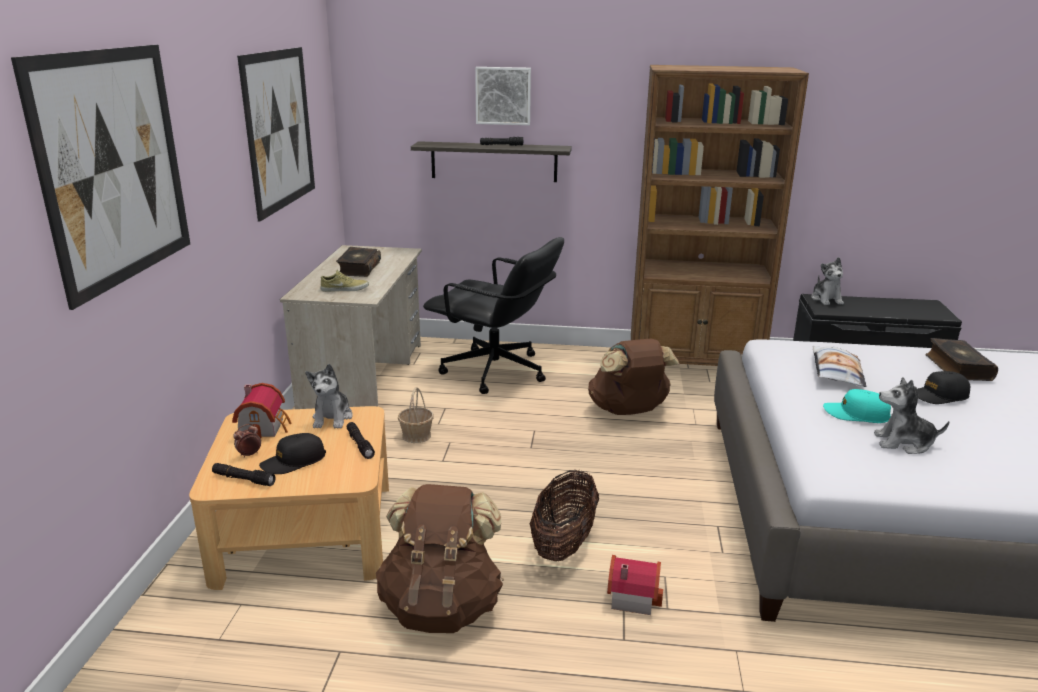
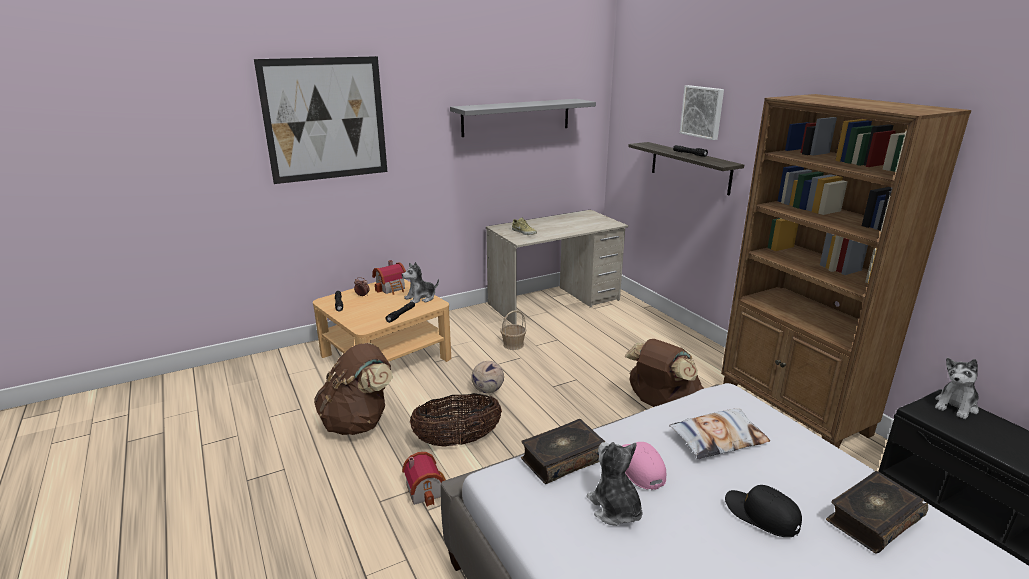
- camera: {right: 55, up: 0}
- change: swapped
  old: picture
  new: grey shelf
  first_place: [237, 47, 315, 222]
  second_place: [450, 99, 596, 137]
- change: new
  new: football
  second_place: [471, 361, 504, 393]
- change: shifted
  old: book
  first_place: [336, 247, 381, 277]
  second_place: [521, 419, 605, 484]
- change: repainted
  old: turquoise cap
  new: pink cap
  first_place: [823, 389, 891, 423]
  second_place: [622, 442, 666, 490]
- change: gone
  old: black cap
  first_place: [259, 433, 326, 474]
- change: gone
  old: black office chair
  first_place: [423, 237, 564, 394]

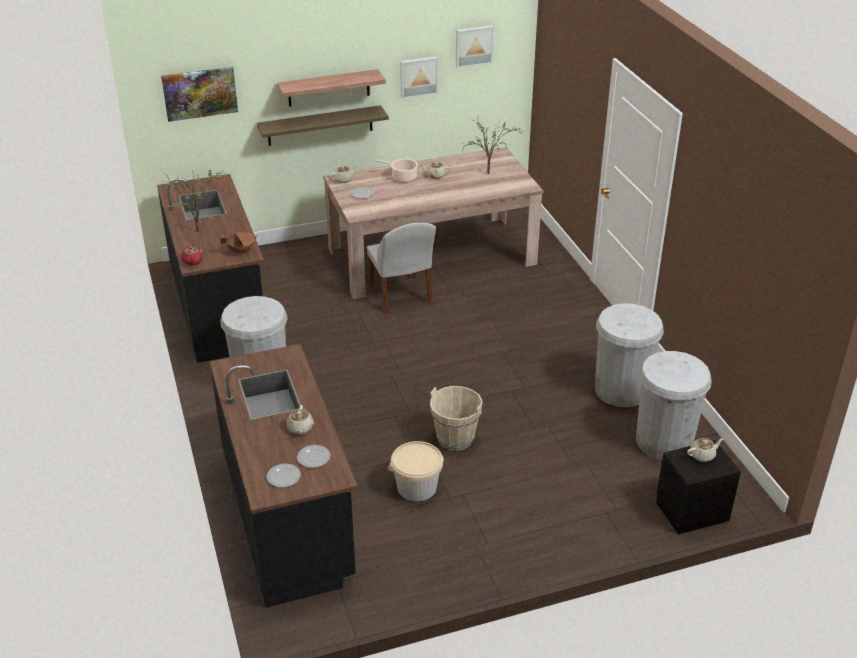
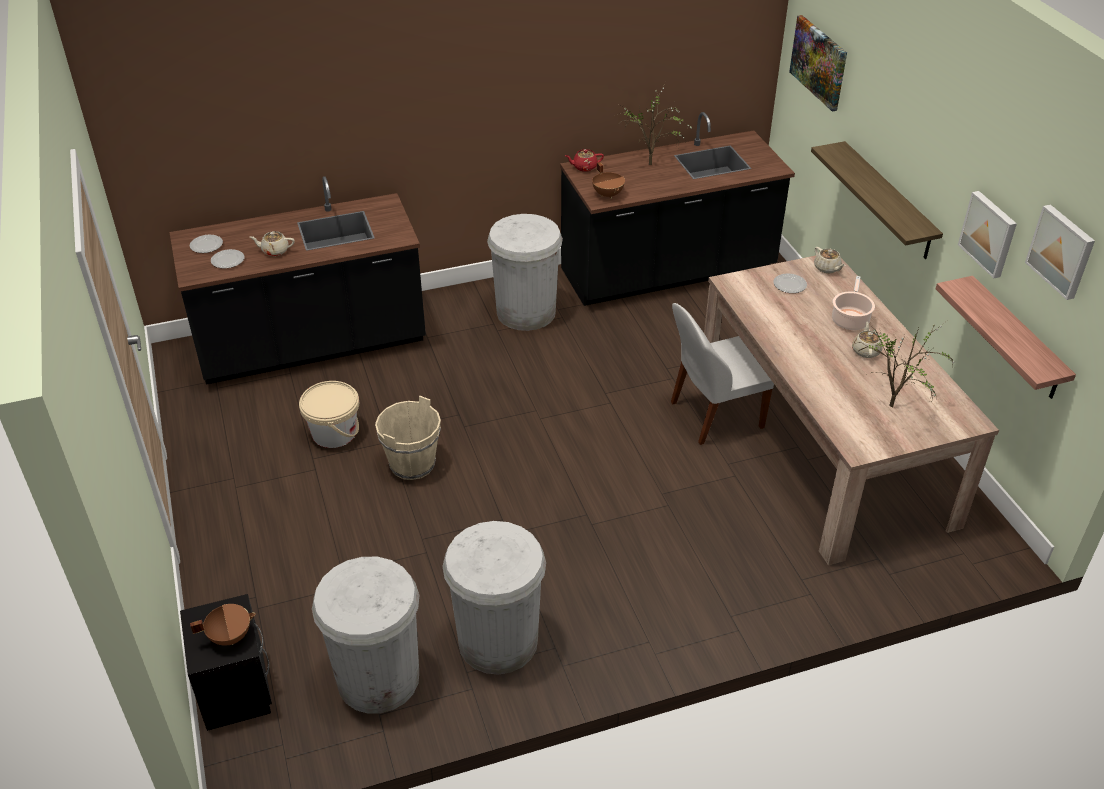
- camera: {right: 90, up: 5}
- change: swapped
  old: beige teapot
  new: brown cooking pot
  first_place: [687, 438, 723, 462]
  second_place: [190, 604, 256, 646]
- change: shifted
  old: shelf
  first_place: [277, 69, 386, 107]
  second_place: [936, 276, 1076, 399]

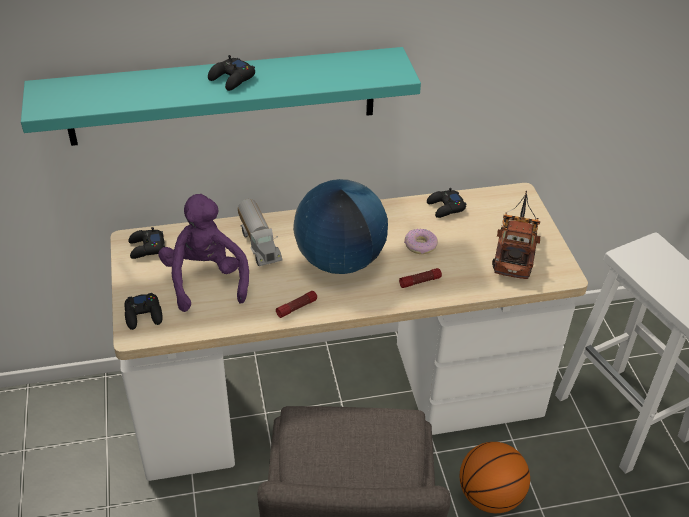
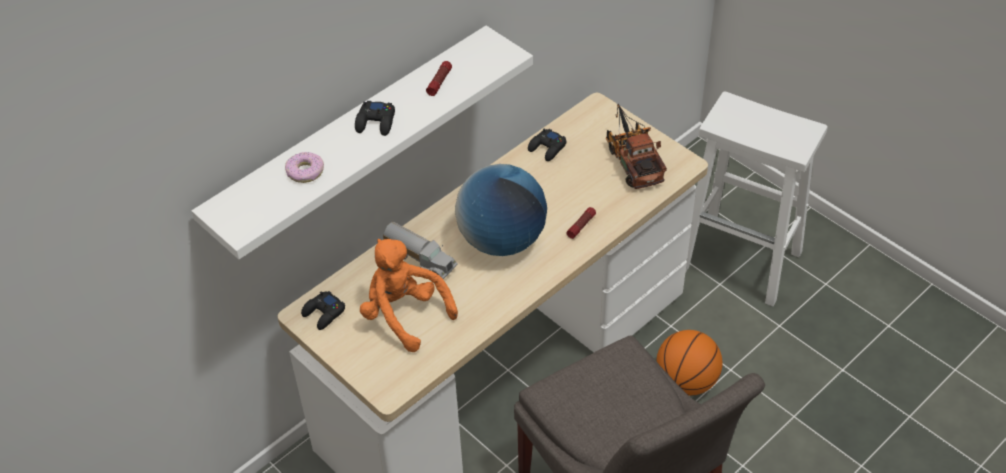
- camera: {right: -30, up: 5}
- change: repainted
  old: turquoise shelf
  new: white shelf
  first_place: [21, 47, 421, 146]
  second_place: [192, 26, 533, 259]
- change: shifted
  old: donut
  first_place: [404, 229, 438, 254]
  second_place: [285, 152, 324, 183]
- change: repainted
  old: purple plush toy
  new: orange plush toy
  first_place: [158, 194, 249, 312]
  second_place: [360, 239, 458, 352]
- change: shifted
  old: flashlight
  first_place: [276, 291, 317, 318]
  second_place: [426, 61, 452, 96]
- change: gone
  old: black game controller
  first_place: [124, 293, 162, 330]

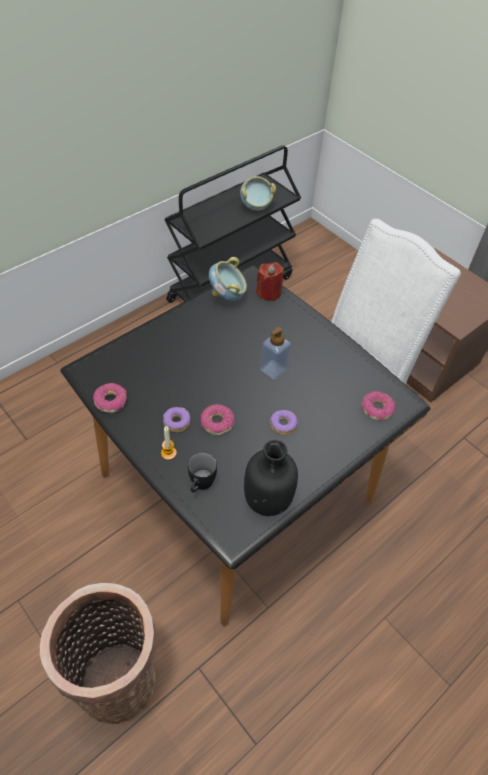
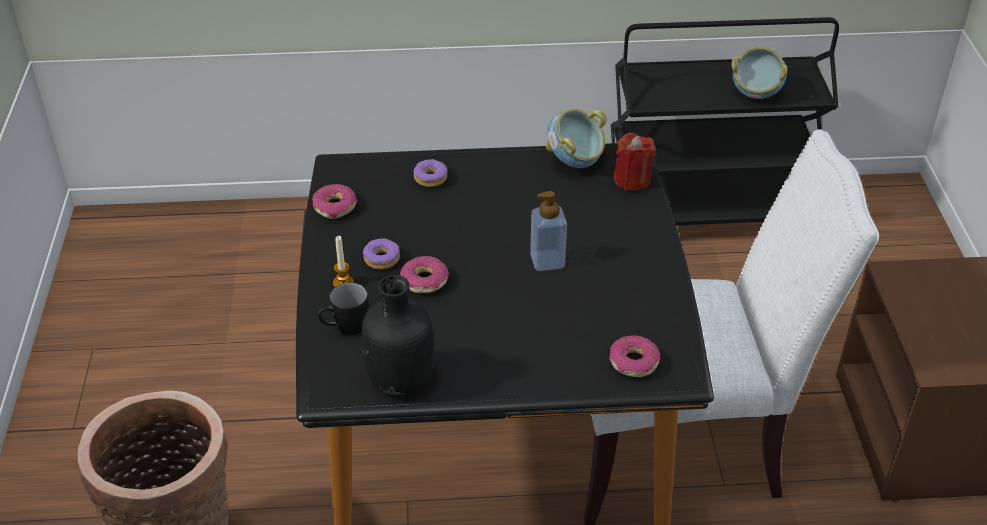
- camera: {right: 40, up: -10}
- change: shifted
  old: donut
  first_place: [270, 410, 298, 435]
  second_place: [413, 159, 447, 187]

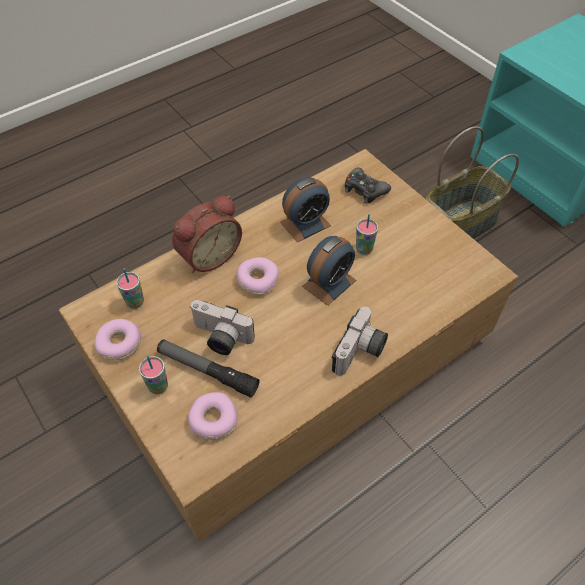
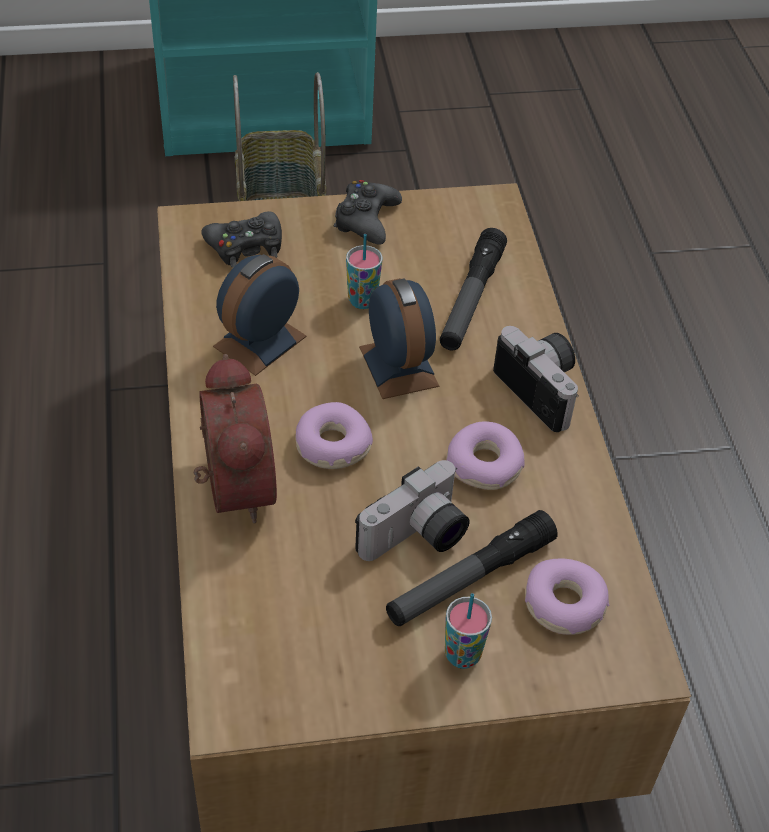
- camera: {right: -65, up: -5}
- change: rotated
  old: alarm clock
  first_place: [280, 177, 331, 242]
  second_place: [213, 254, 307, 376]
  degrees: -135
- change: new
  new: black game controller
  second_place: [334, 180, 402, 245]
- change: new
  new: flashlight
  second_place: [440, 228, 507, 350]
- change: shifted
  old: donut
  first_place: [95, 319, 141, 360]
  second_place: [446, 421, 524, 490]
- change: gone
  old: cup
  first_place: [116, 269, 144, 309]

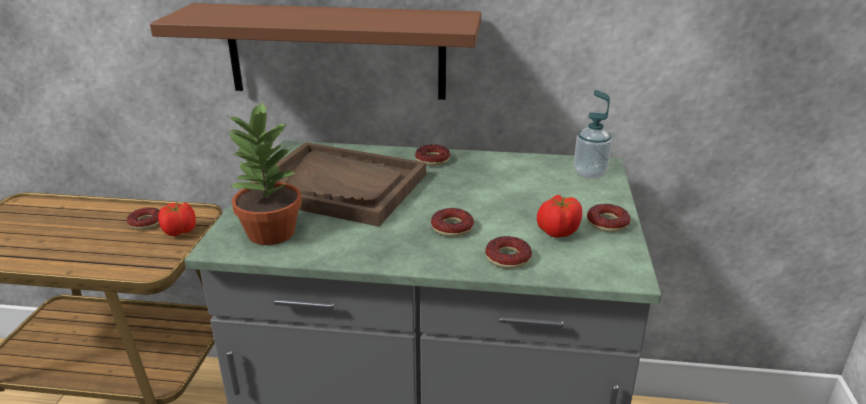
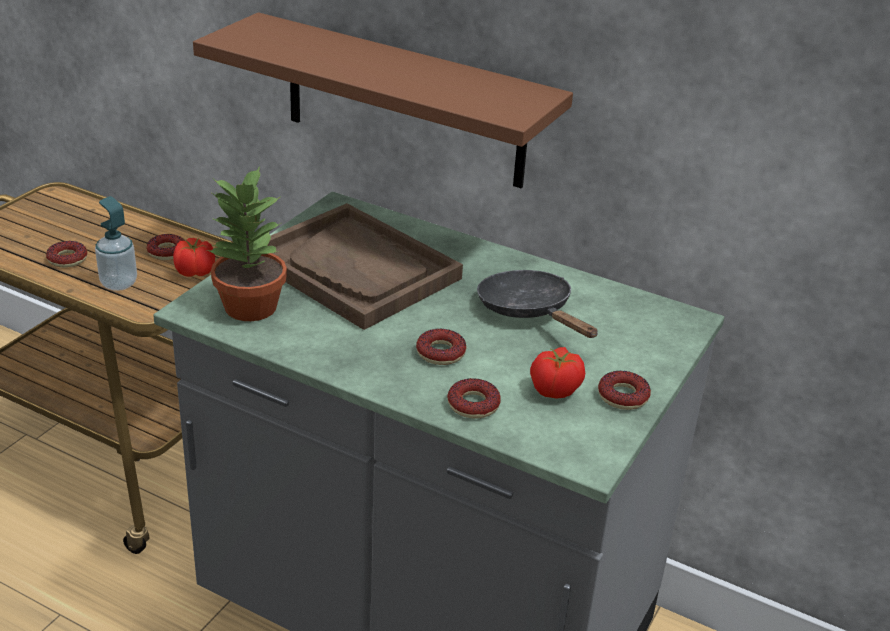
- camera: {right: 20, up: 5}
- change: shifted
  old: donut
  first_place: [415, 144, 450, 166]
  second_place: [46, 241, 87, 268]
- change: shifted
  old: soap dispenser
  first_place: [574, 90, 612, 179]
  second_place: [95, 196, 137, 291]
- change: new
  new: black frying pan
  second_place: [477, 270, 598, 338]

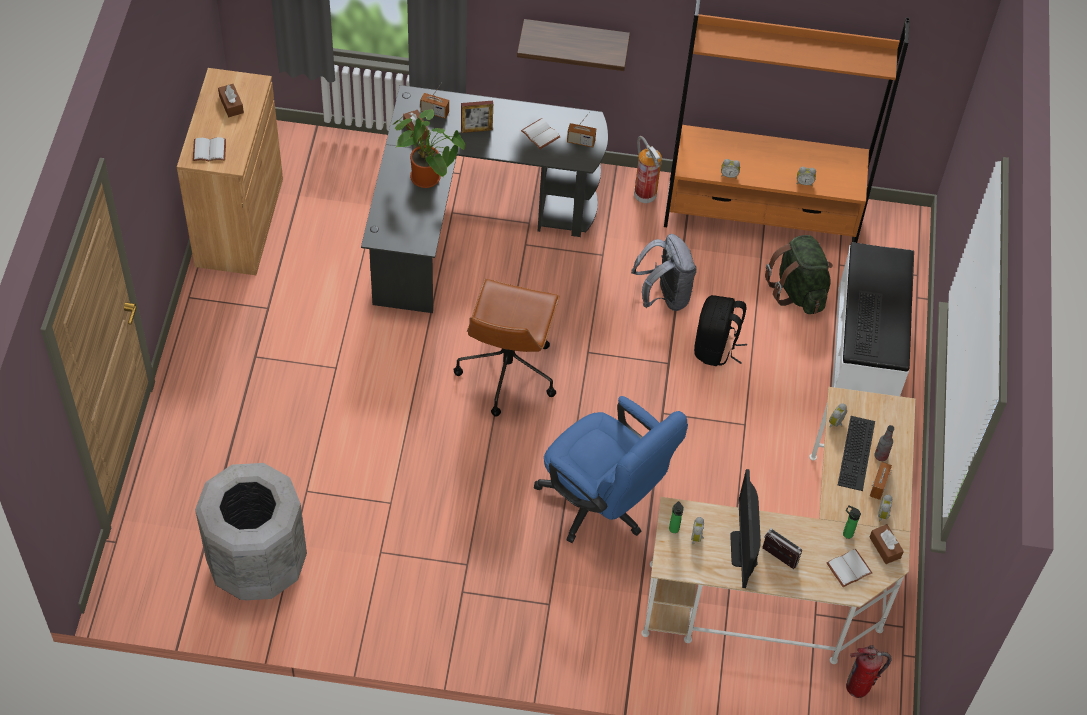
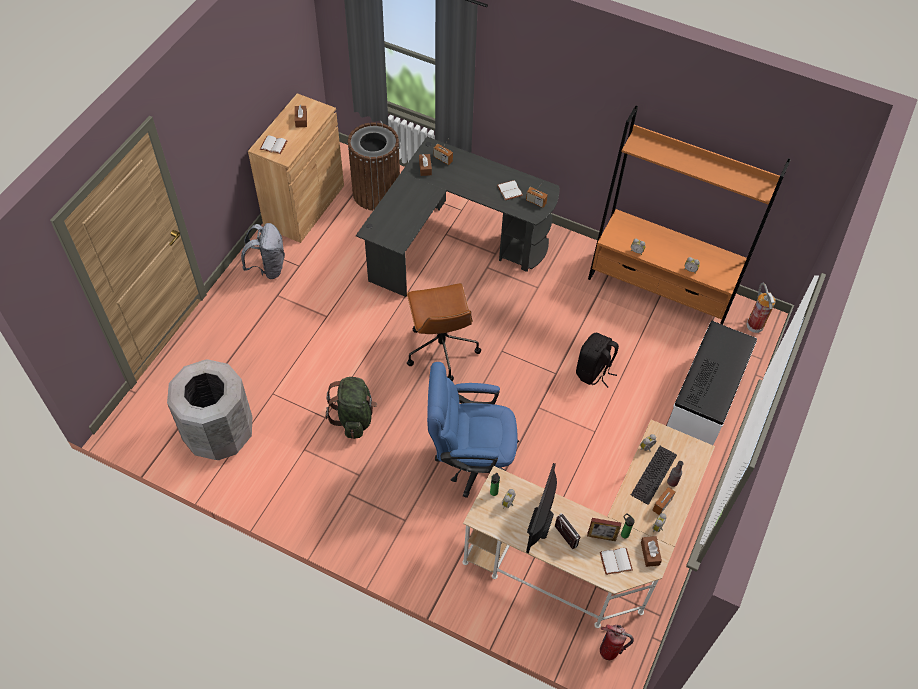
- camera: {right: 20, up: 0}
- change: shifted
  old: grey backpack
  first_place: [631, 234, 697, 311]
  second_place: [241, 223, 285, 279]
- change: shifted
  old: green backpack
  first_place: [765, 235, 833, 314]
  second_place: [326, 377, 377, 439]
- change: new
  new: brown trash can
  second_place: [348, 122, 400, 211]
- change: rotated
  old: brown office chair
  first_place: [453, 279, 560, 417]
  second_place: [407, 283, 481, 381]
  degrees: -45
- change: rotated
  old: blue office chair
  first_place: [534, 396, 688, 543]
  second_place: [427, 362, 519, 498]
  degrees: 120
- change: shifted
  old: picture frame
  first_place: [461, 101, 493, 133]
  second_place: [587, 518, 621, 541]
- change: shifted
  old: fire extinguisher
  first_place: [634, 136, 662, 203]
  second_place: [746, 283, 776, 333]
- change: gone
  old: potted plant
  first_place: [393, 109, 465, 188]
- change: gone
  old: shelf
  first_place: [517, 19, 630, 71]

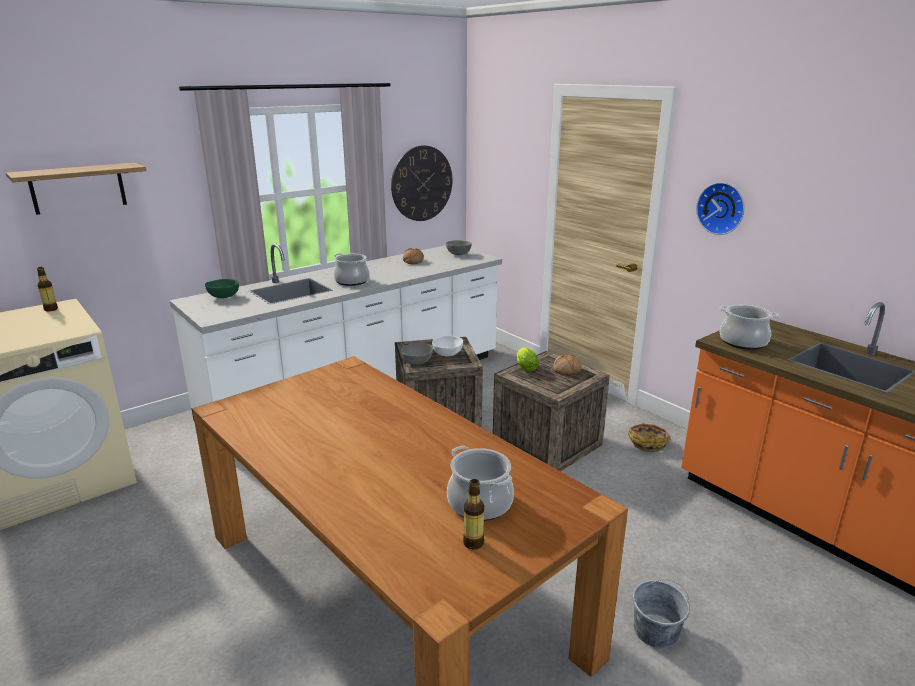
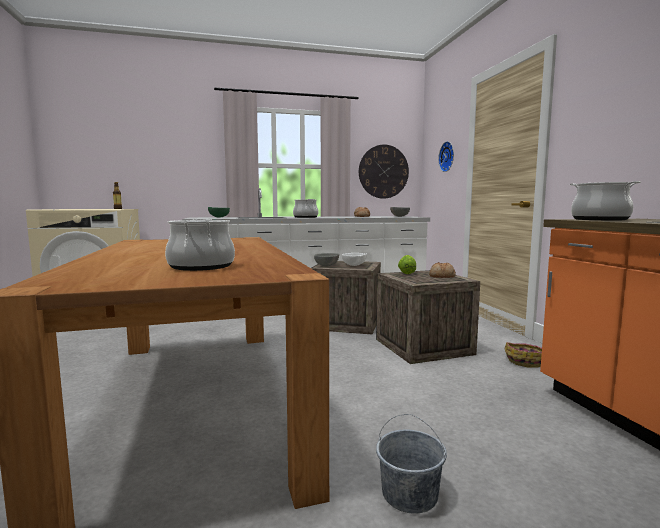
- camera: {right: 25, up: -15}
- change: shifted
  old: wall clock
  first_place: [696, 182, 745, 235]
  second_place: [438, 141, 454, 172]
- change: gone
  old: shelf
  first_place: [6, 162, 147, 215]
- change: gone
  old: bottle
  first_place: [463, 479, 484, 550]

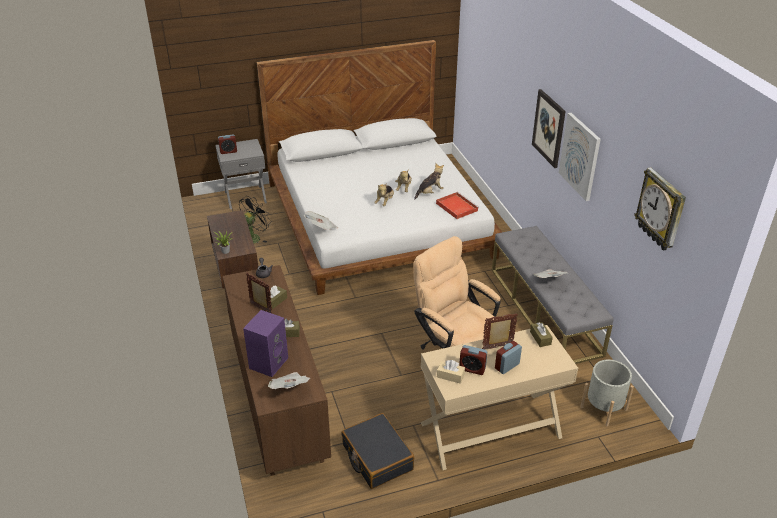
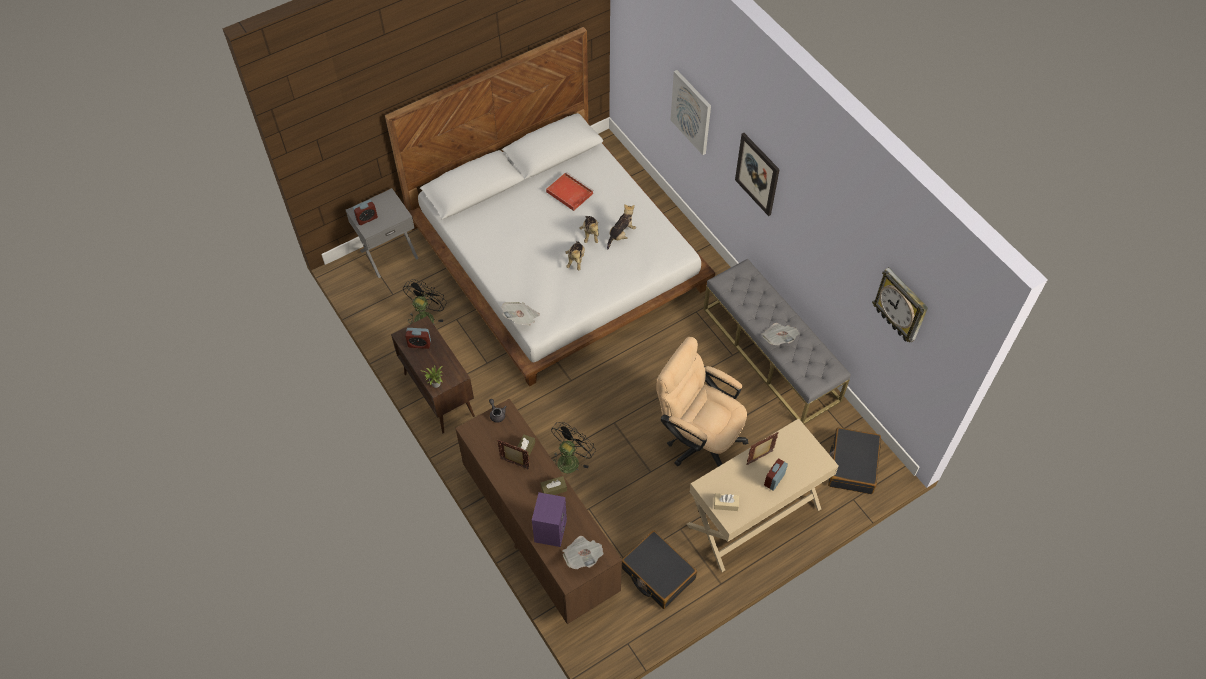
- camera: {right: -15, up: 20}
- change: shifted
  old: alarm clock
  first_place: [459, 345, 487, 375]
  second_place: [405, 328, 431, 349]
- change: shifted
  old: red tray
  first_place: [436, 192, 479, 219]
  second_place: [546, 172, 594, 211]
- change: new
  new: black fan
  second_place: [551, 422, 596, 473]
- change: shifted
  old: picture
  first_place: [559, 113, 601, 201]
  second_place: [671, 70, 711, 155]
- change: swapped
  old: grey planter
  new: black suitcase
  first_place: [580, 360, 634, 426]
  second_place: [828, 428, 881, 494]
- change: gone
  old: brown tissue box
  first_place: [530, 322, 553, 347]

